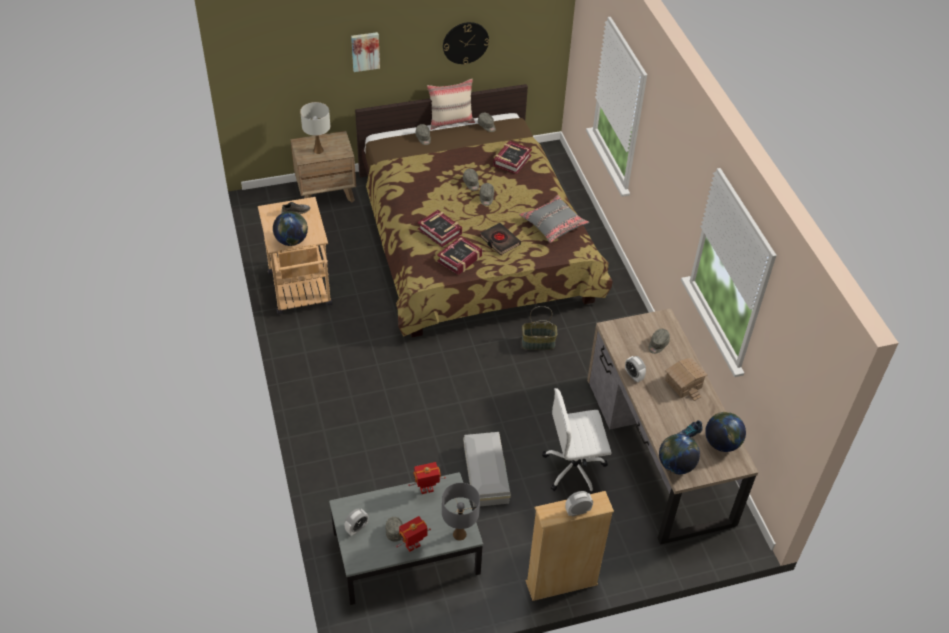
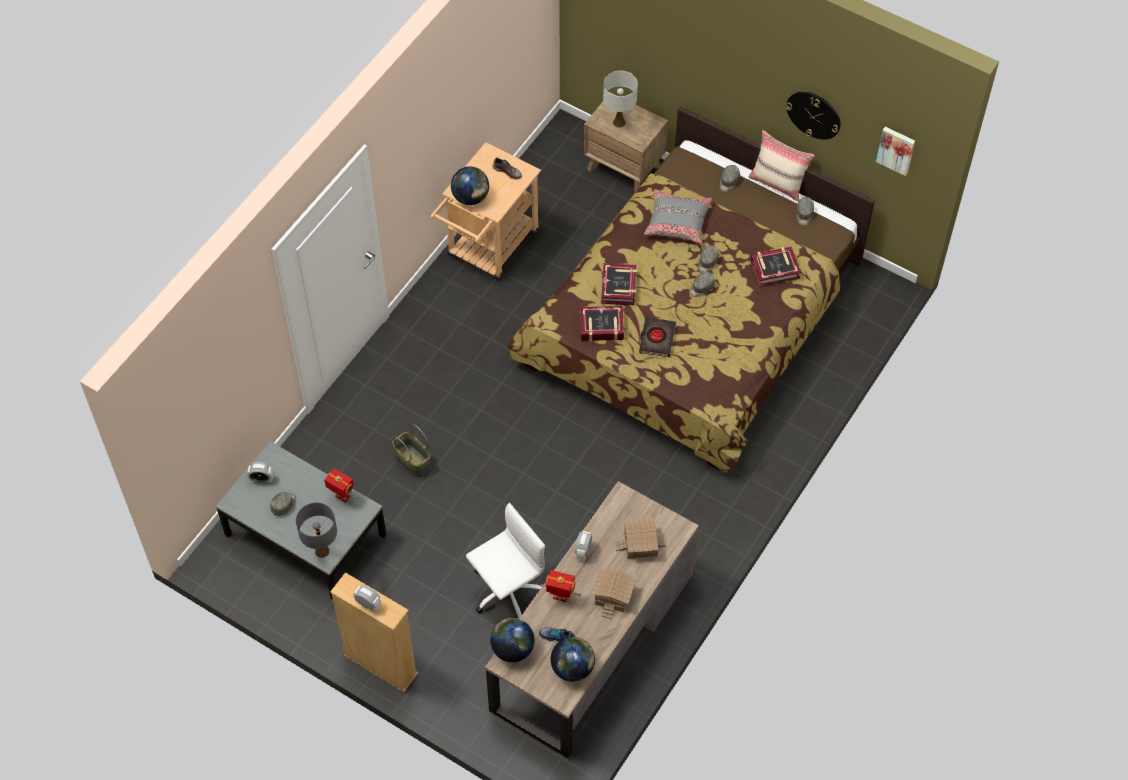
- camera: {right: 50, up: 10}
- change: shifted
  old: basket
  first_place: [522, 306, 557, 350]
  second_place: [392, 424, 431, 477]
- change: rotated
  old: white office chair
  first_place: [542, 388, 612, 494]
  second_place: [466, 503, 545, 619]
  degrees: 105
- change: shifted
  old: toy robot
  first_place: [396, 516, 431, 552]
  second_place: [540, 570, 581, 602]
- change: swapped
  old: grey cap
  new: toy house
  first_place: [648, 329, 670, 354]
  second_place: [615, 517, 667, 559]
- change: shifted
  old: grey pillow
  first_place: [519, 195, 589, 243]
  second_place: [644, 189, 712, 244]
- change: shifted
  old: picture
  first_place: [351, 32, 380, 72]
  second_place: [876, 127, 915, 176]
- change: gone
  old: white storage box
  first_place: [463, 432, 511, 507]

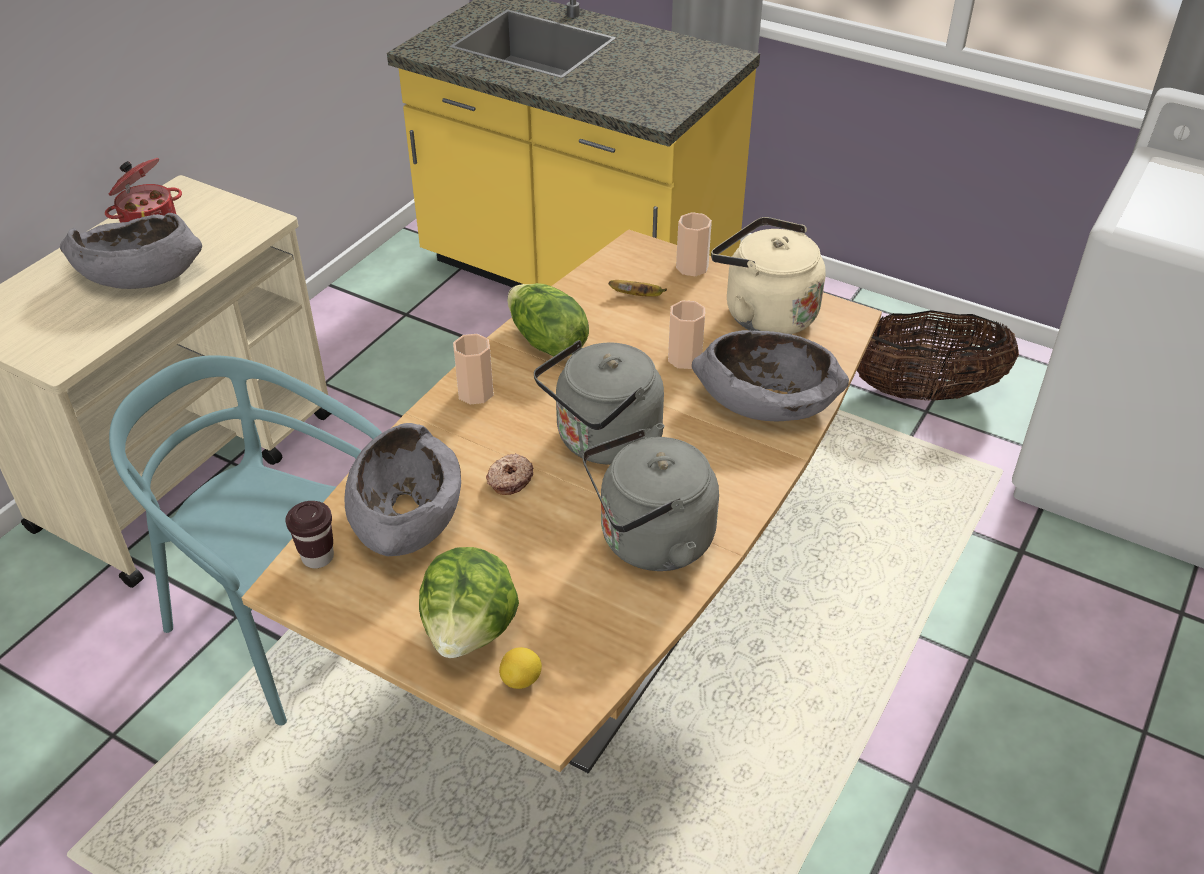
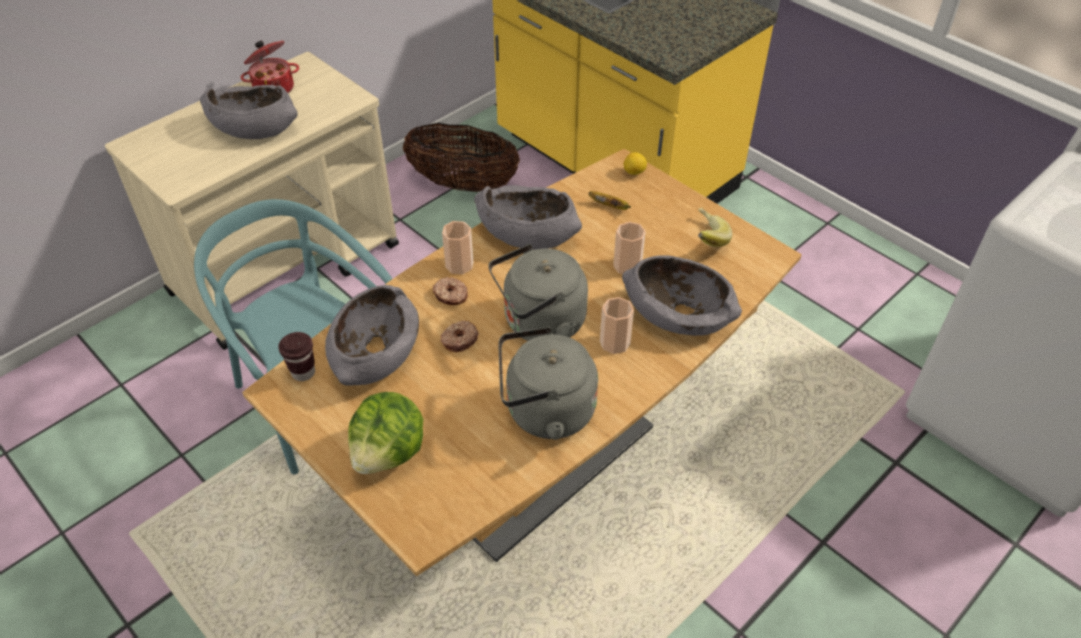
- camera: {right: 15, up: 5}
- change: shifted
  old: basket
  first_place: [857, 310, 1019, 401]
  second_place: [403, 123, 520, 192]
- change: new
  new: donut
  second_place: [433, 277, 468, 305]
- change: swapped
  old: lettuce
  new: grey bowl
  first_place: [507, 283, 589, 357]
  second_place: [474, 185, 582, 250]
- change: shifted
  old: cup
  first_place: [676, 212, 712, 276]
  second_place: [600, 297, 634, 354]
- change: shifted
  old: lemon
  first_place: [499, 647, 542, 689]
  second_place: [624, 152, 647, 175]
- change: swapped
  old: beige kettle
  new: banana
  first_place: [711, 217, 826, 334]
  second_place: [698, 207, 732, 247]

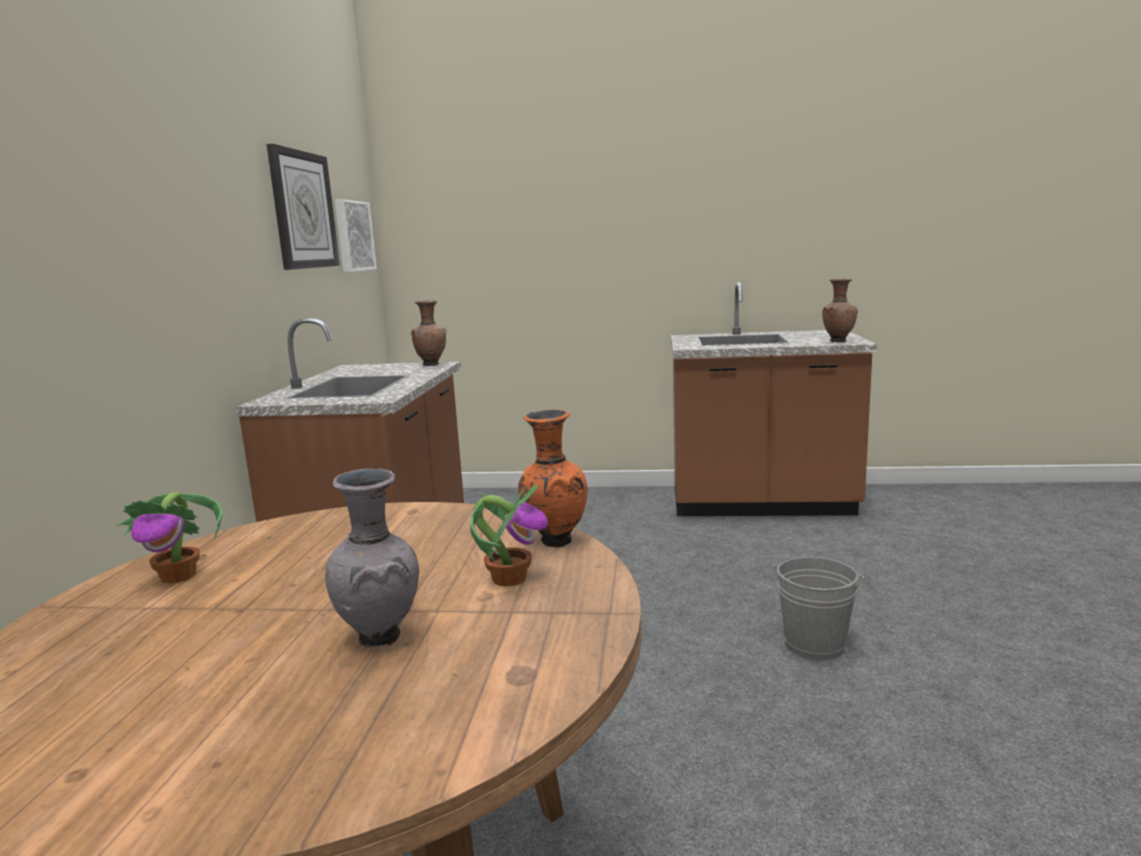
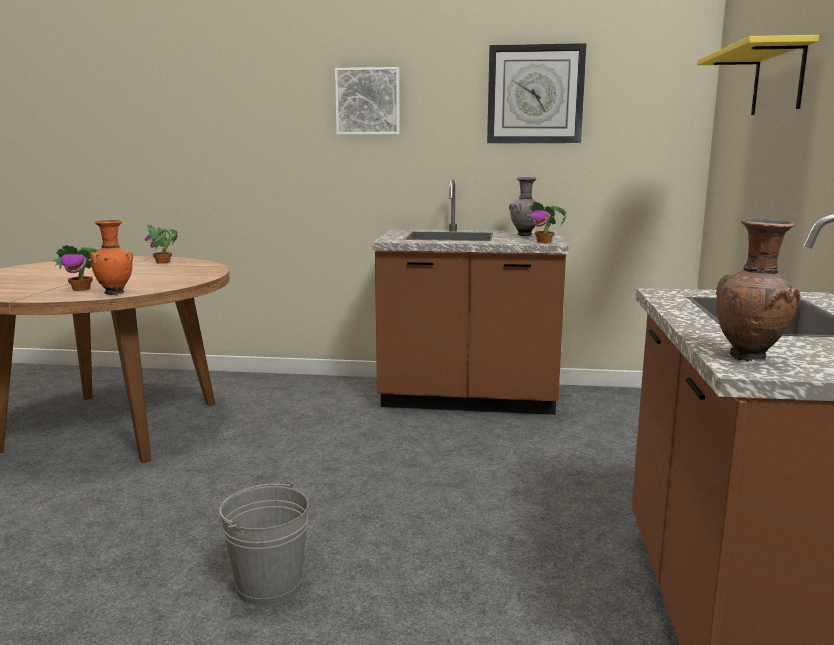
- camera: {right: 90, up: 0}
- change: shifted
  old: picture
  first_place: [335, 199, 377, 272]
  second_place: [335, 67, 400, 135]
- change: shifted
  old: grey vase
  first_place: [325, 468, 419, 648]
  second_place: [509, 177, 540, 236]
- change: swapped
  old: brown vase
  new: potted plant
  first_place: [411, 300, 446, 366]
  second_place: [527, 201, 567, 243]
- change: new
  new: yellow shelf
  second_place: [697, 35, 819, 115]

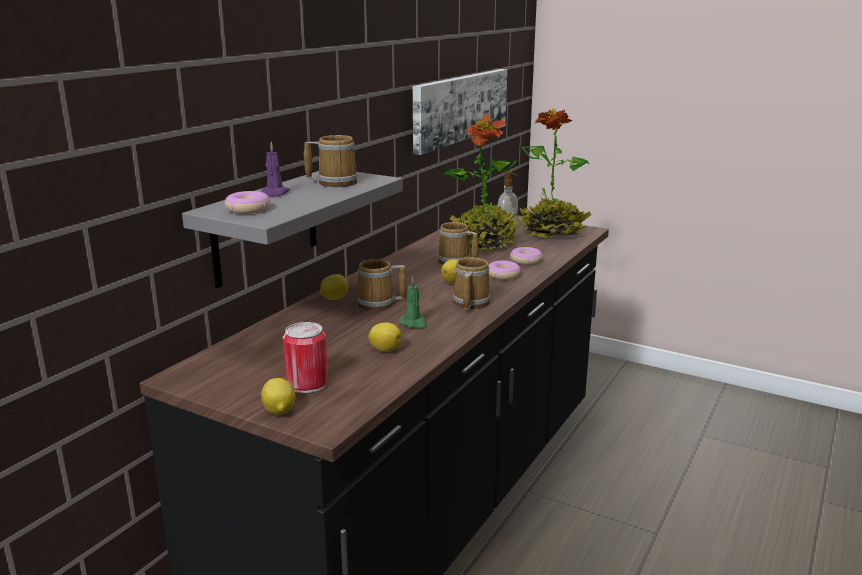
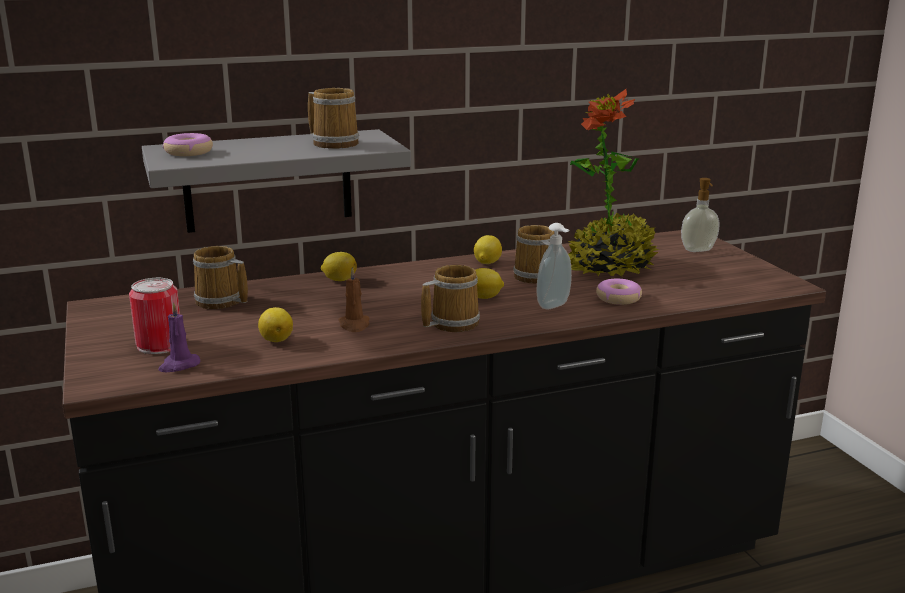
- camera: {right: 40, up: 0}
- change: shifted
  old: purple candle
  first_place: [261, 141, 290, 198]
  second_place: [158, 302, 200, 372]
- change: shifted
  old: mug
  first_place: [357, 259, 407, 311]
  second_place: [193, 246, 248, 309]
- change: repainted
  old: green candle
  new: brown candle
  first_place: [399, 277, 427, 328]
  second_place: [339, 267, 370, 332]
- change: shifted
  old: lemon
  first_place: [261, 378, 296, 415]
  second_place: [474, 235, 502, 264]
- change: swapped
  old: donut
  new: soap dispenser
  first_place: [488, 260, 521, 280]
  second_place: [537, 223, 572, 309]
- change: gone
  old: picture
  first_place: [413, 69, 507, 155]
- change: gone
  old: potted plant
  first_place: [518, 108, 591, 239]

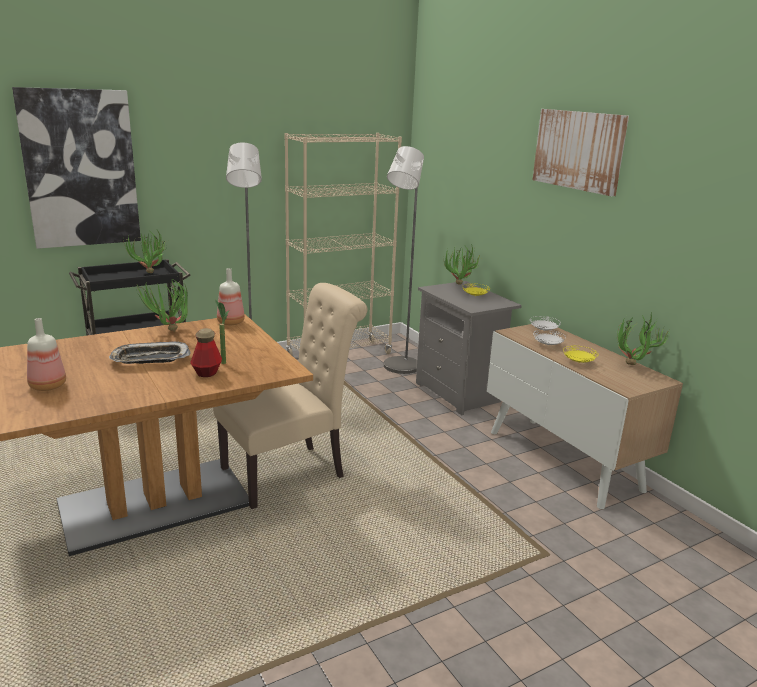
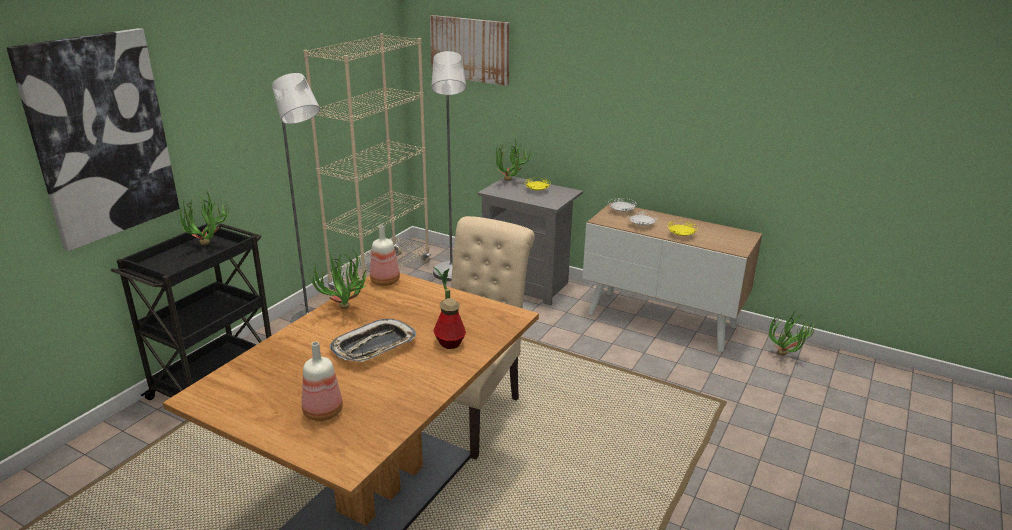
- camera: {right: -30, up: 5}
- change: shifted
  old: picture
  first_place: [532, 109, 629, 196]
  second_place: [430, 15, 510, 86]
- change: shifted
  old: potted plant
  first_place: [617, 312, 669, 365]
  second_place: [768, 310, 816, 355]

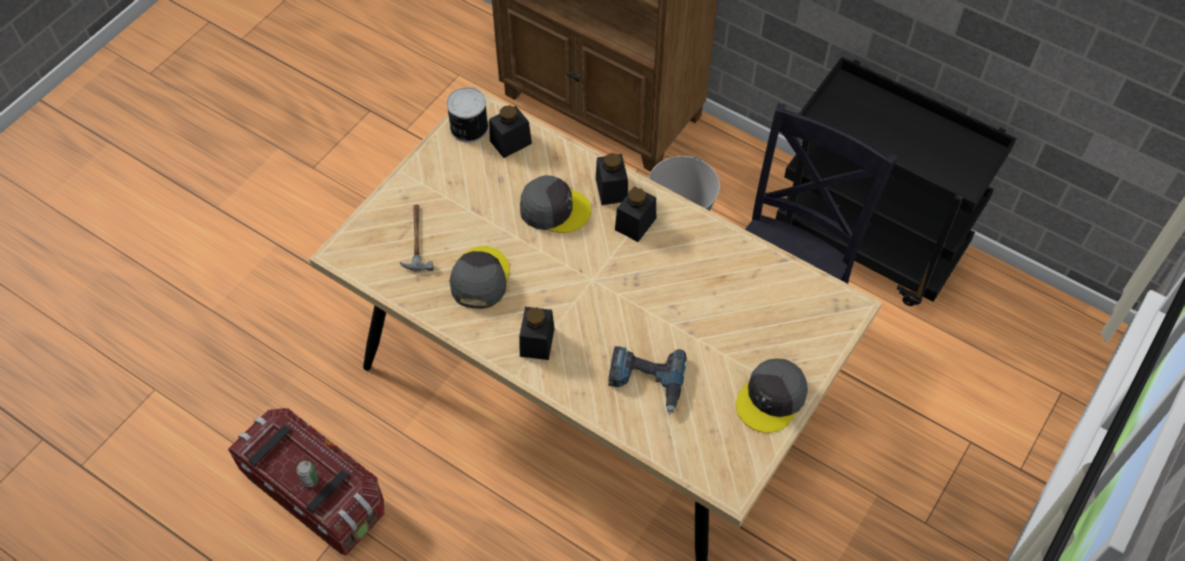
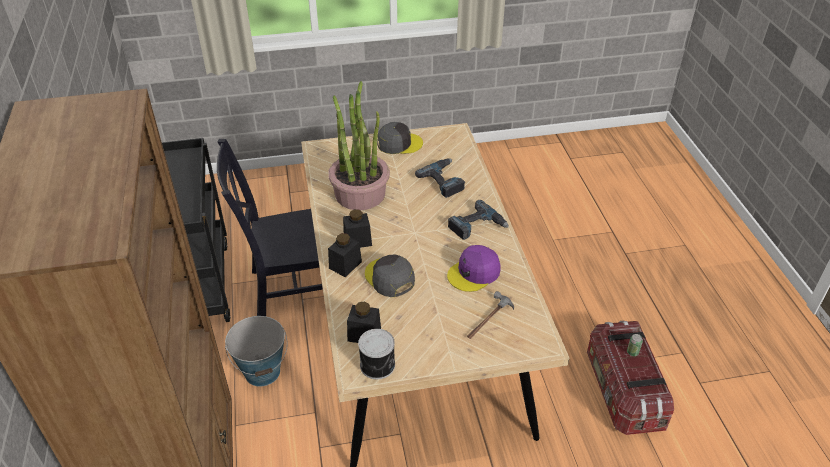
- camera: {right: -135, up: -15}
- change: new
  new: potted plant
  second_place: [328, 81, 390, 210]
- change: repainted
  old: grey cap
  new: purple cap
  first_place: [449, 246, 510, 309]
  second_place: [447, 245, 501, 292]
- change: swapped
  old: black jar
  new: power drill
  first_place: [519, 307, 555, 360]
  second_place: [448, 200, 509, 240]

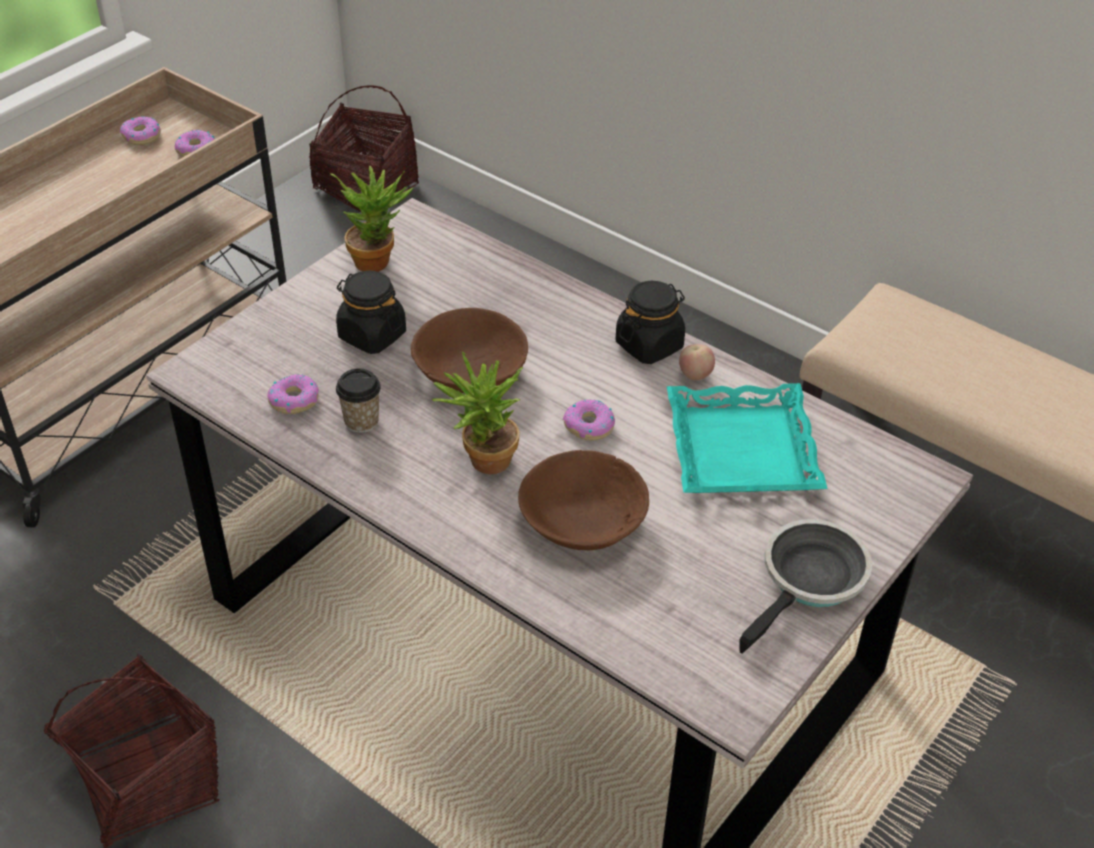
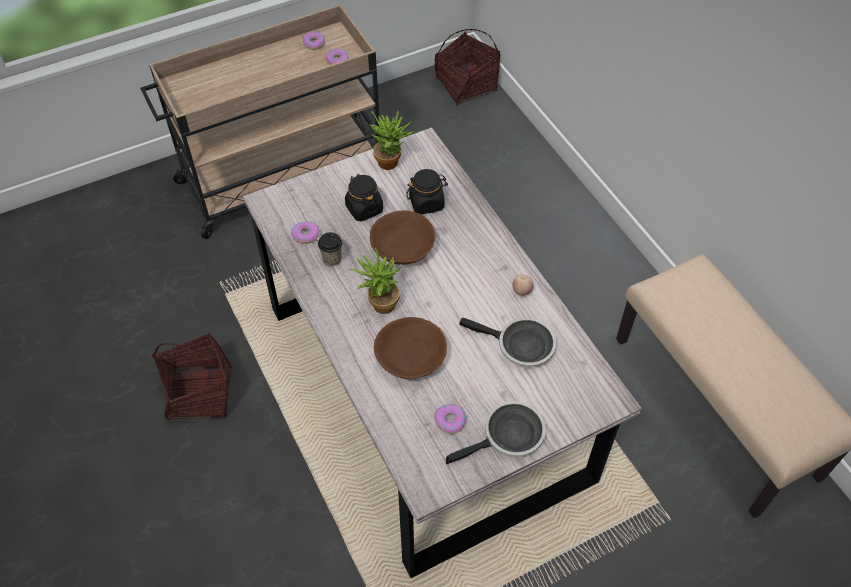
- camera: {right: 25, up: 10}
- change: shifted
  old: black jar
  first_place: [615, 281, 685, 364]
  second_place: [406, 169, 448, 214]
- change: shifted
  old: donut
  first_place: [563, 400, 615, 441]
  second_place: [435, 404, 466, 434]
- change: swapped
  old: turquoise tray
  new: frying pan
  first_place: [667, 383, 828, 493]
  second_place: [459, 318, 556, 367]

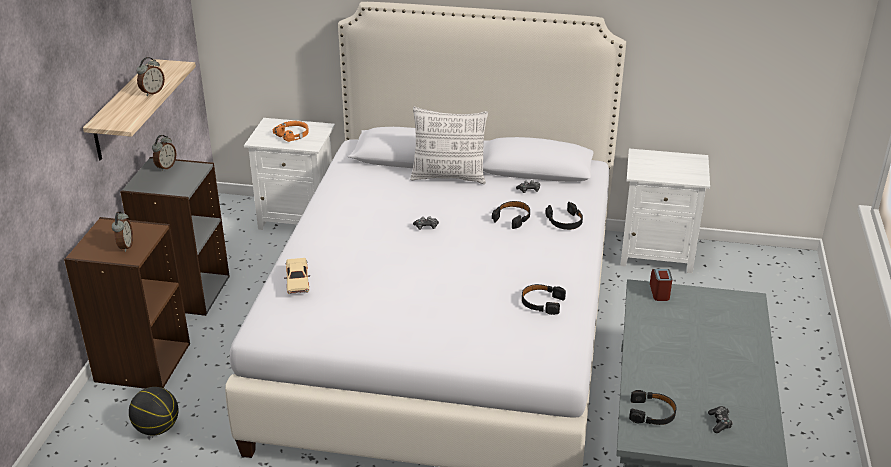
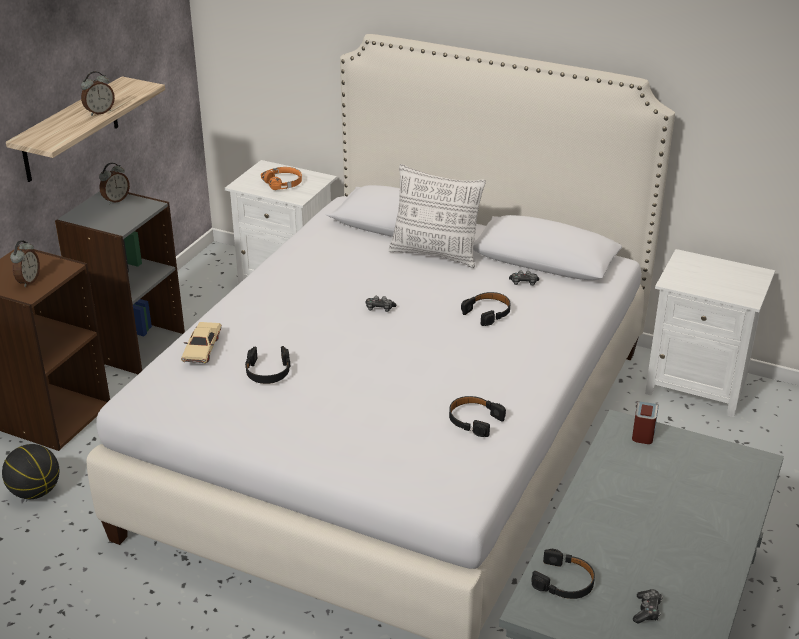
- camera: {right: 15, up: 0}
- change: shifted
  old: black headphones
  first_place: [546, 202, 583, 230]
  second_place: [245, 346, 290, 384]

